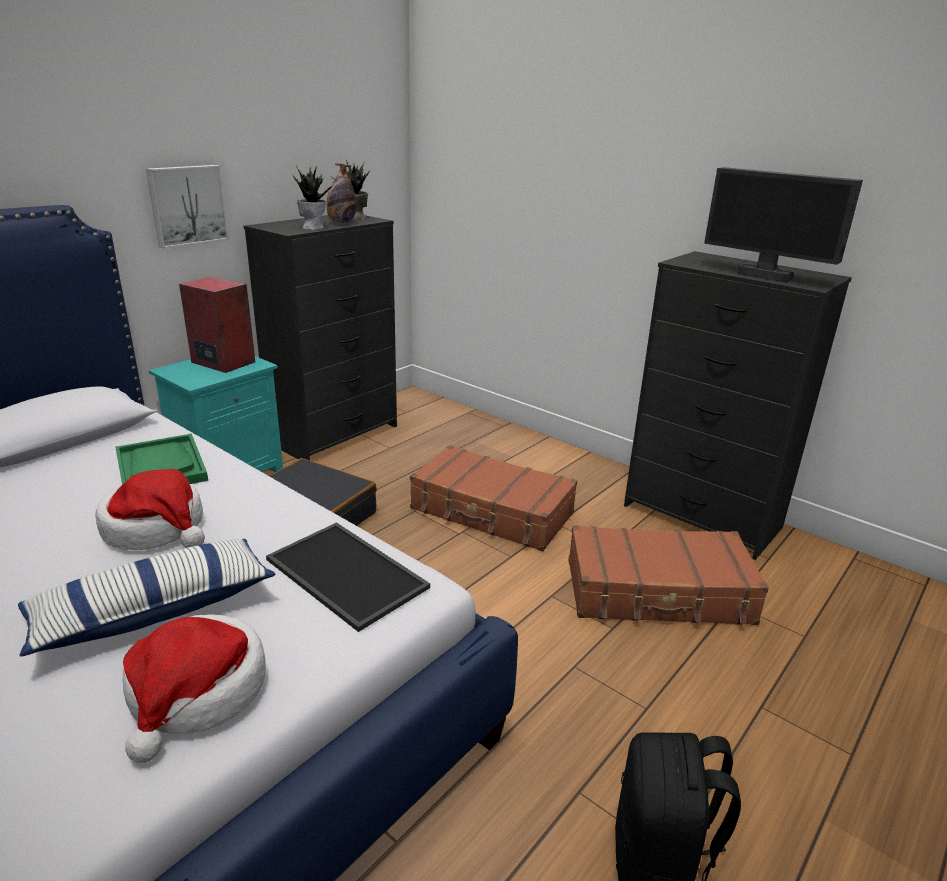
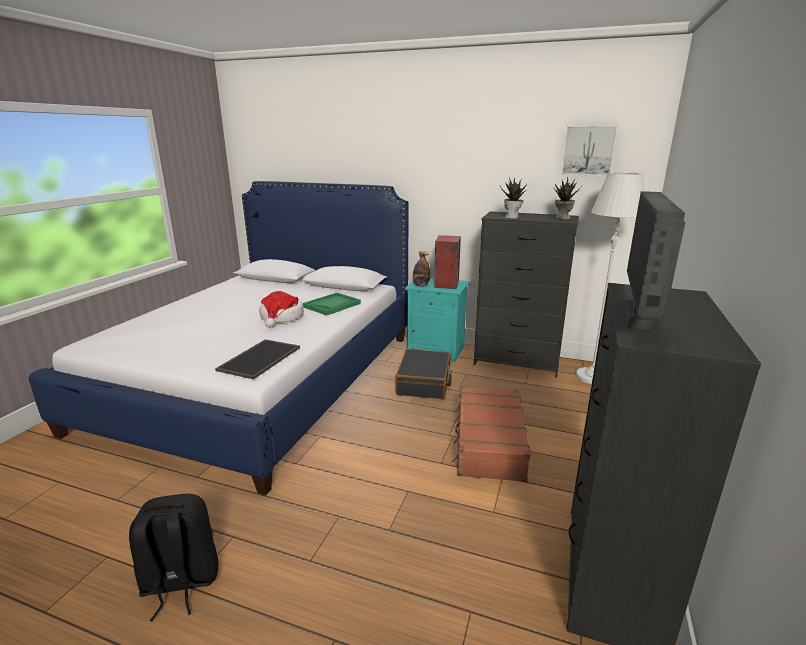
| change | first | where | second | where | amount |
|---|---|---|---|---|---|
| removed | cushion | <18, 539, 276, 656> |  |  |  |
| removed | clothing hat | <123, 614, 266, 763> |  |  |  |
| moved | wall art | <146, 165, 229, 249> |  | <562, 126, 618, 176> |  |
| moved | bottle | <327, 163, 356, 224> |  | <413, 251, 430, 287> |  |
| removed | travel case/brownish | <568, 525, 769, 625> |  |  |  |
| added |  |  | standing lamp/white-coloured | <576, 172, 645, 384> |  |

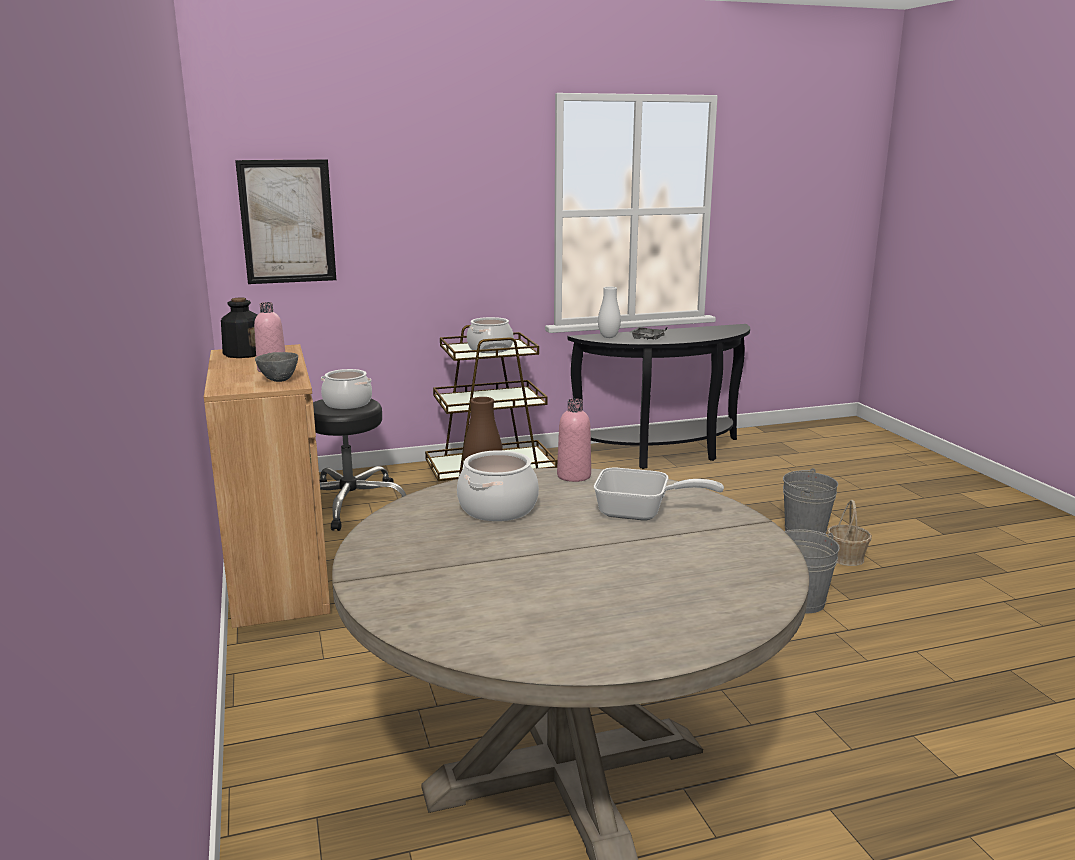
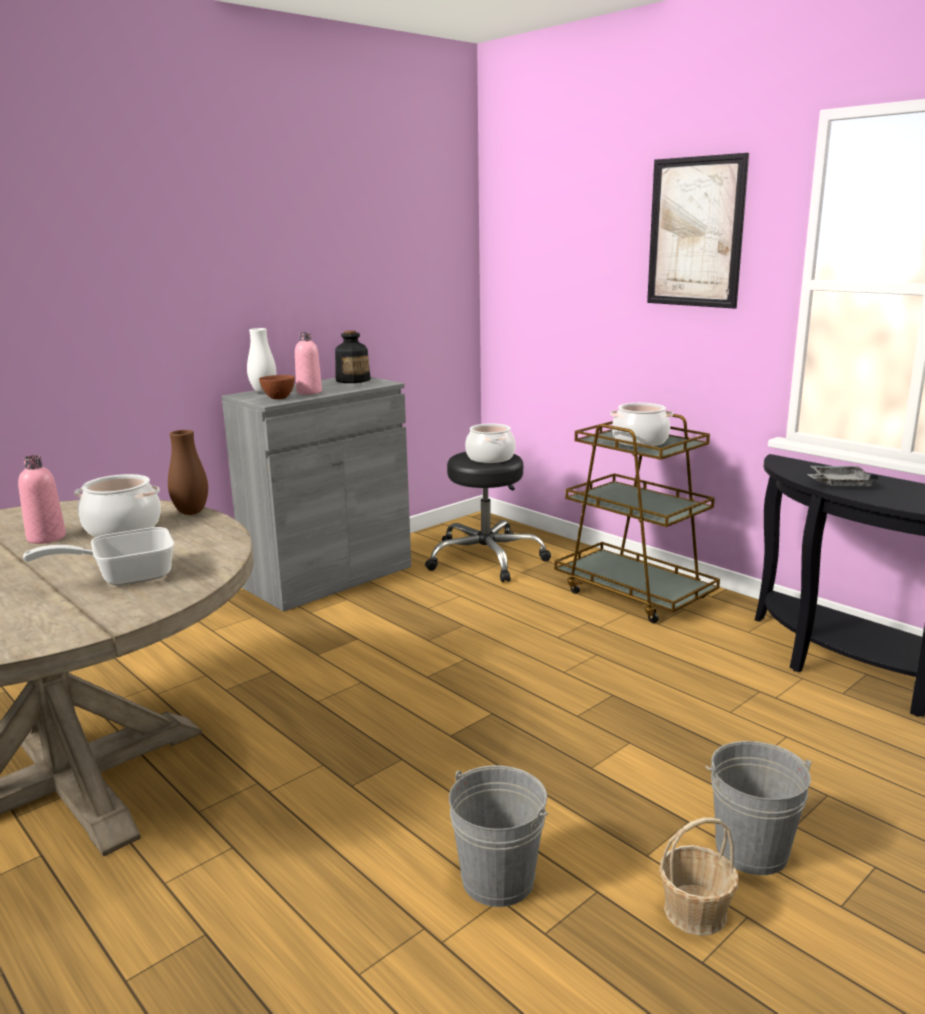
| change | first | where | second | where | amount |
|---|---|---|---|---|---|
| recoloured | cupboard/brownish | <204, 344, 331, 628> | cupboard/grey | <222, 377, 411, 612> |  |
| moved | wall art | <235, 159, 336, 284> |  | <647, 153, 749, 309> |  |
| recoloured | bowl/grey | <255, 352, 298, 382> | bowl/brownish | <259, 375, 295, 399> |  |
| moved | bottle/pink-coloured | <557, 398, 591, 482> |  | <18, 455, 66, 544> |  |
| turned | skillet | <594, 468, 724, 521> |  | <23, 527, 174, 586> | 75 degrees clockwise |
| moved | decorative vase/white-coloured | <598, 287, 621, 338> |  | <247, 328, 276, 393> |  |

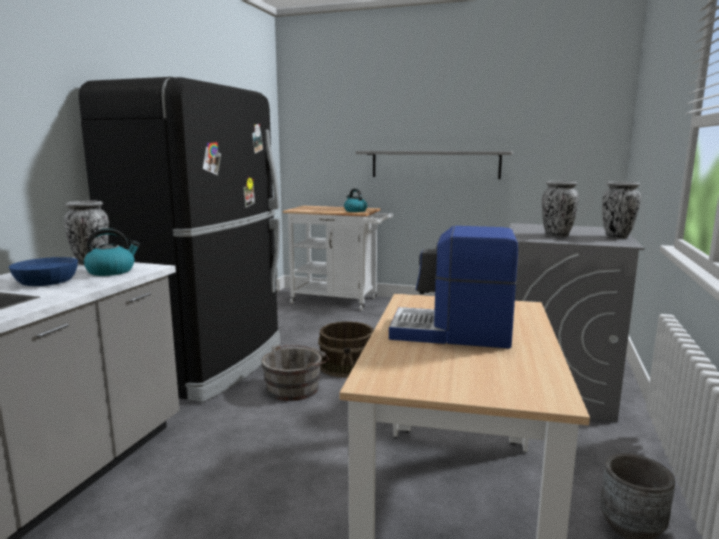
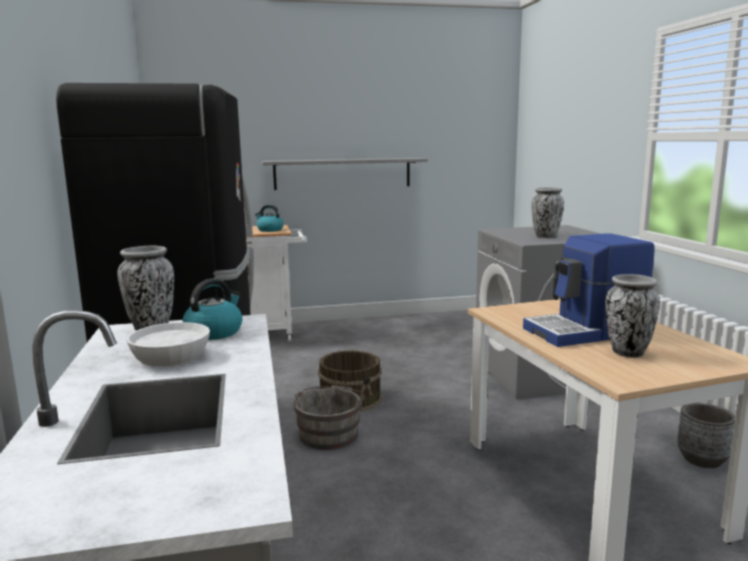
| change | first | where | second | where | amount |
|---|---|---|---|---|---|
| recoloured | bowl/blue-coloured | <9, 257, 78, 286> | bowl/white-coloured | <126, 322, 210, 367> |  |
| moved | decorative vase | <602, 181, 641, 239> |  | <606, 274, 660, 358> |  |

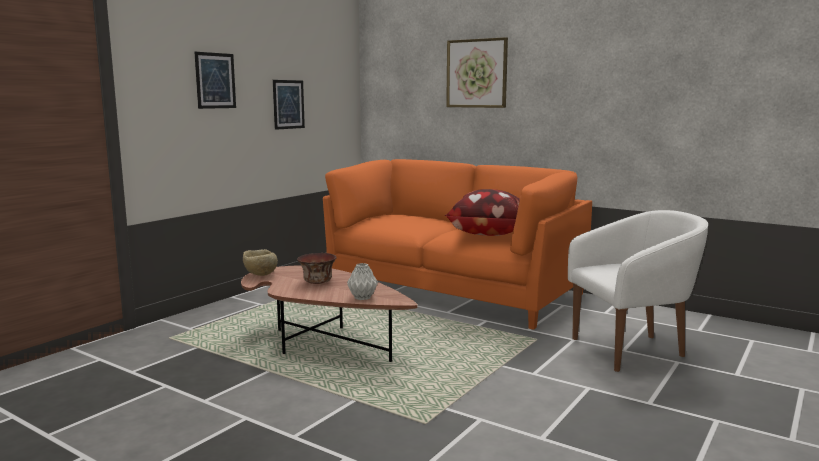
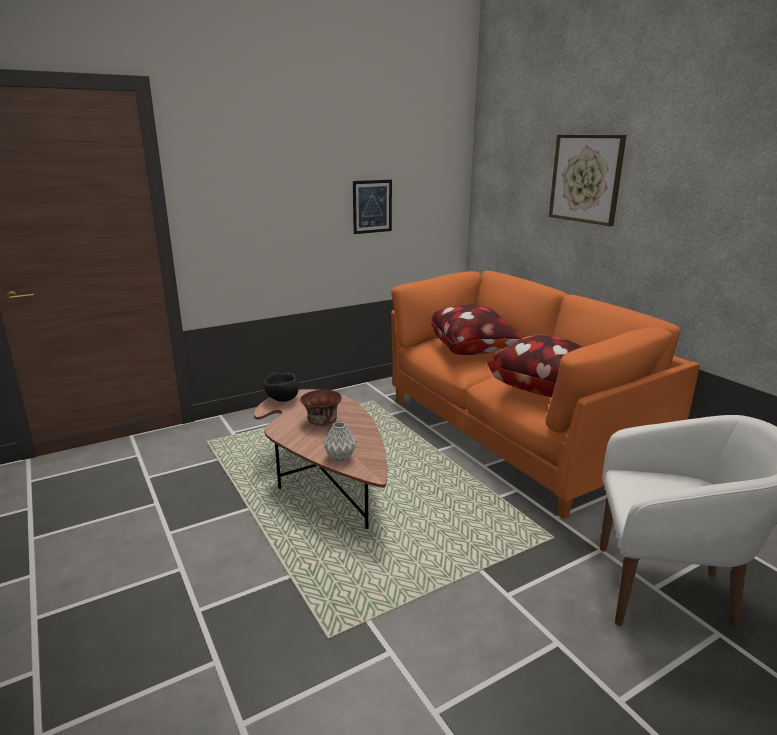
| change | first | where | second | where | amount |
|---|---|---|---|---|---|
| removed | wall art | <194, 52, 236, 109> |  |  |  |
| recoloured | bowl/beige | <243, 249, 278, 276> | bowl/blackish | <264, 372, 299, 402> |  |
| added |  |  | cushion | <431, 305, 522, 355> |  |

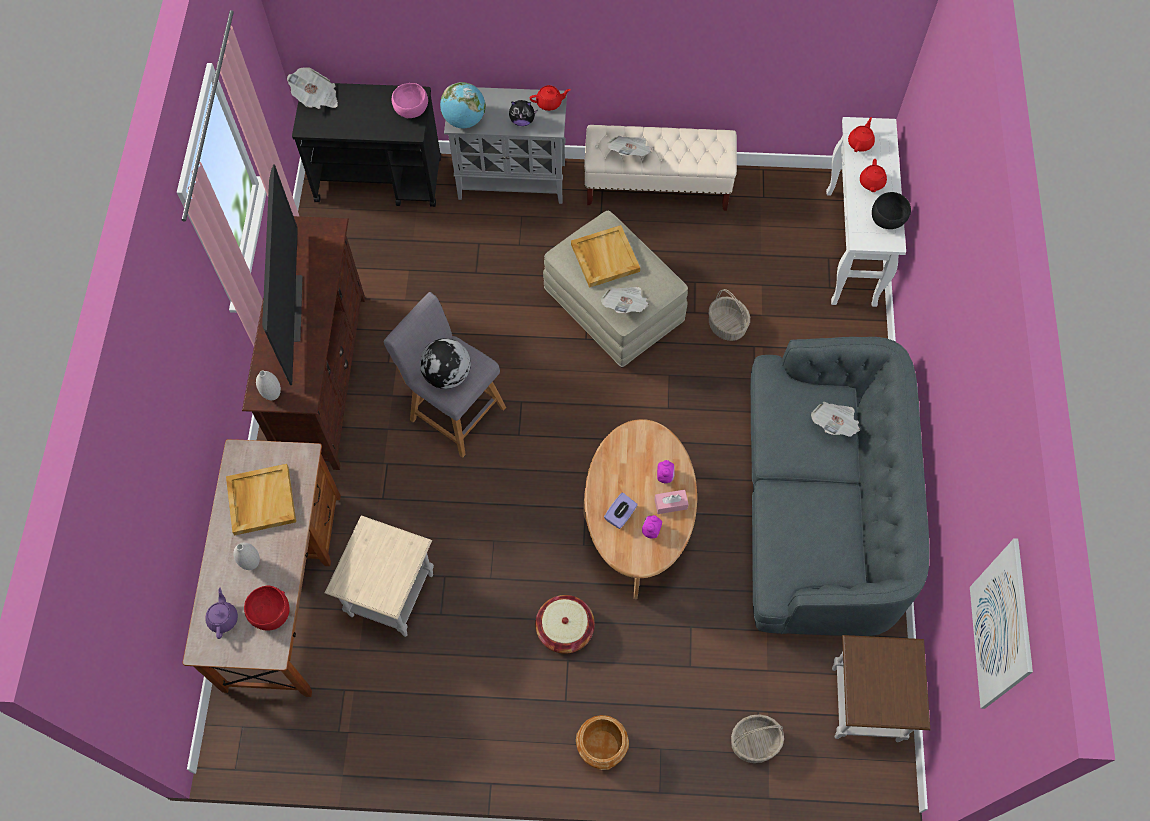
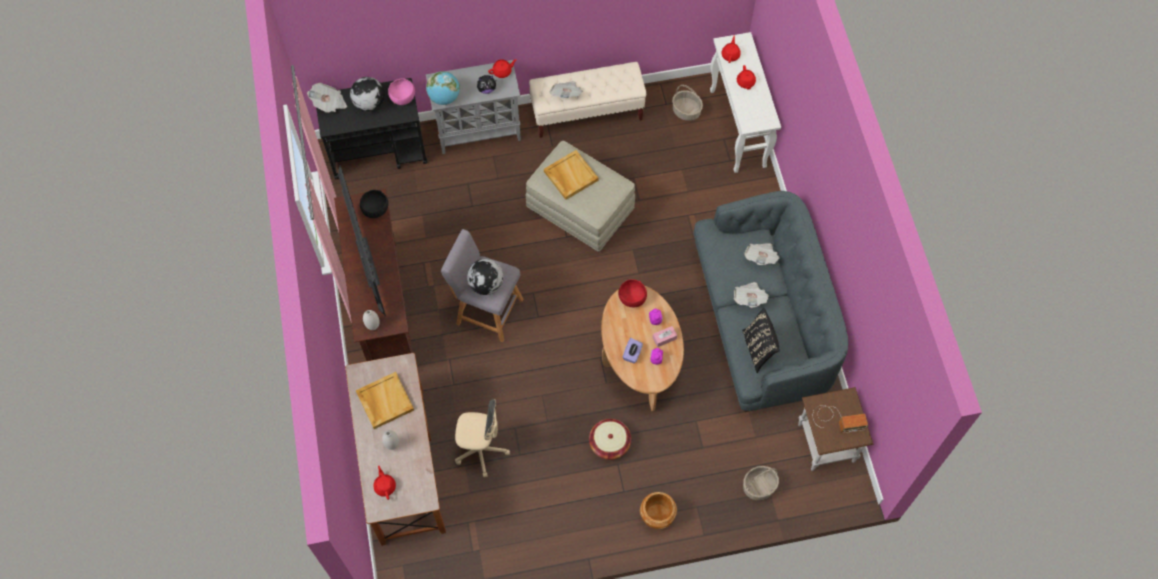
| change | first | where | second | where | amount |
|---|---|---|---|---|---|
| recoloured | tea pot/purple-coloured | <205, 588, 238, 639> | tea pot/red-coloured | <373, 465, 396, 500> |  |
| moved | bowl/red-coloured | <244, 585, 290, 631> |  | <618, 279, 647, 307> |  |
| replaced | end table/beige | <325, 515, 434, 637> | desk chair/beige | <455, 399, 510, 477> |  |
| moved | printed paper | <601, 287, 649, 313> |  | <734, 282, 769, 308> |  |
| moved | household basket | <709, 289, 750, 341> |  | <672, 85, 703, 121> |  |
| moved | bowl/blackish | <872, 192, 911, 229> |  | <360, 190, 389, 218> |  |
| removed | wall art | <970, 538, 1033, 709> |  |  |  |
| added |  |  | world globe | <350, 77, 385, 111> |  |
| added |  |  | cushion/blackish | <742, 308, 780, 373> |  |
| added |  |  | radio set | <813, 405, 868, 433> |  |

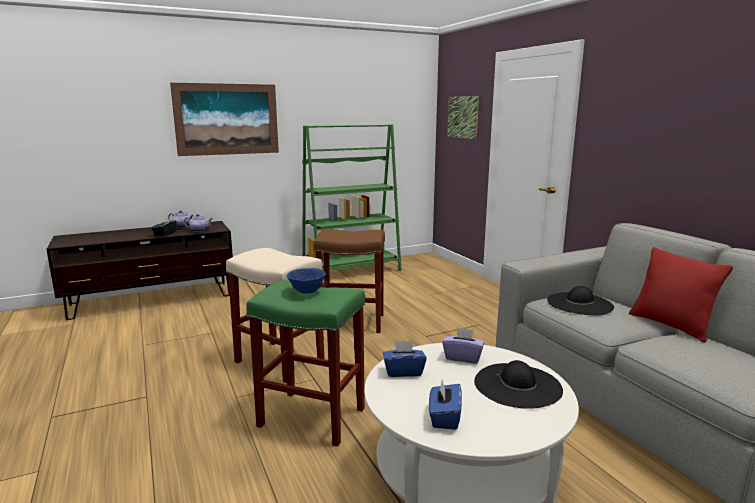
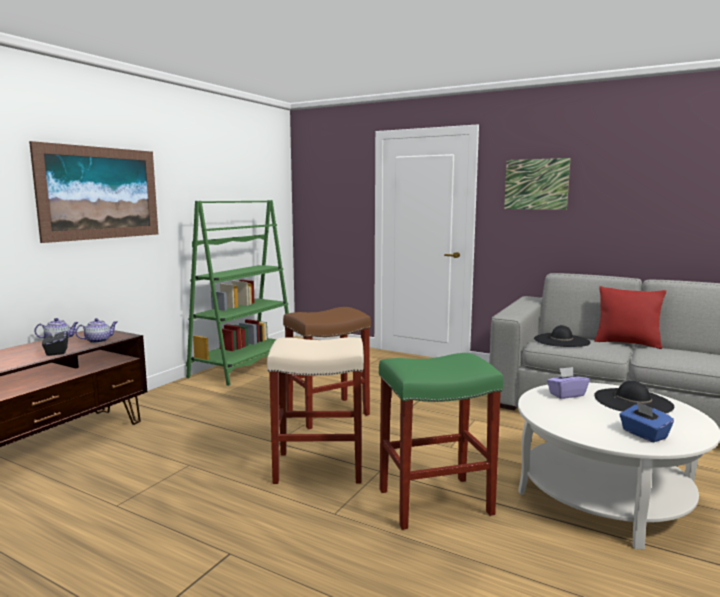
| change | first | where | second | where | amount |
|---|---|---|---|---|---|
| removed | bowl/blue-coloured | <287, 268, 326, 294> |  |  |  |
| removed | tissue holder/blue-coloured | <383, 341, 427, 377> |  |  |  |
| moved | wall art | <447, 96, 479, 139> |  | <504, 158, 571, 210> |  |

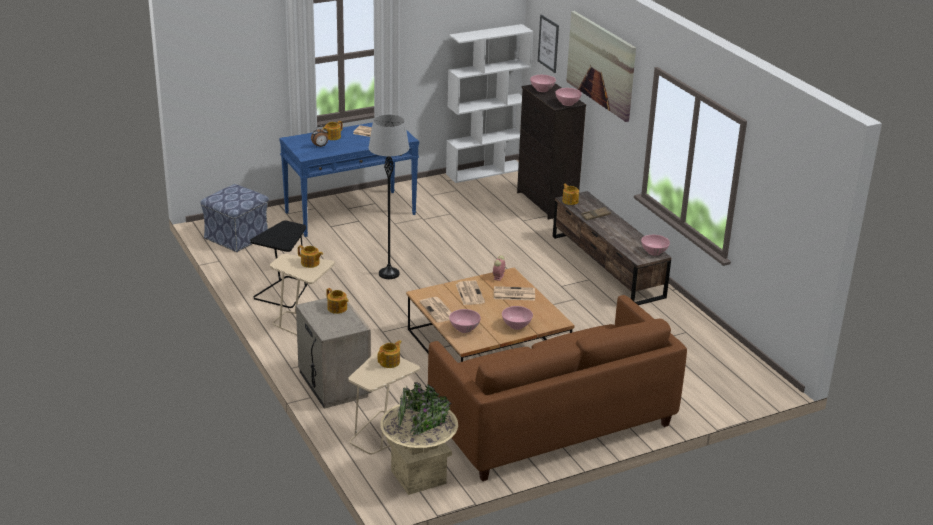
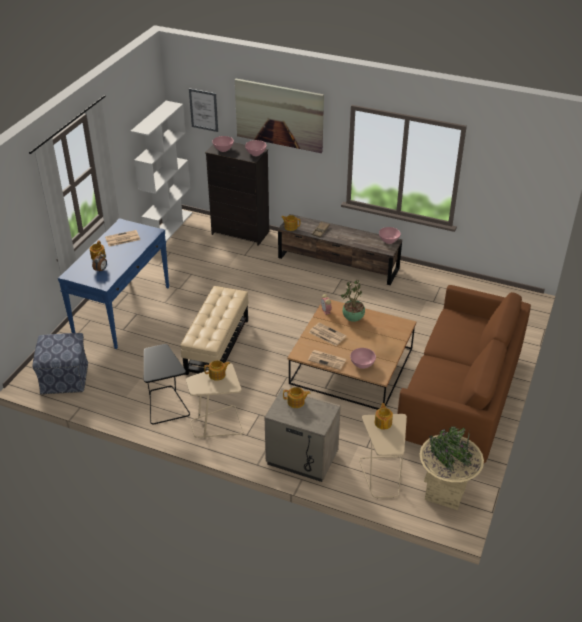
| change | first | where | second | where | amount |
|---|---|---|---|---|---|
| replaced | standing lamp/grey | <369, 114, 409, 279> | footrest/beige | <180, 286, 248, 375> |  |
| replaced | printed paper | <494, 286, 535, 301> | potted plant | <341, 280, 365, 322> |  |
| removed | bowl/pink-coloured | <502, 306, 533, 330> |  |  |  |

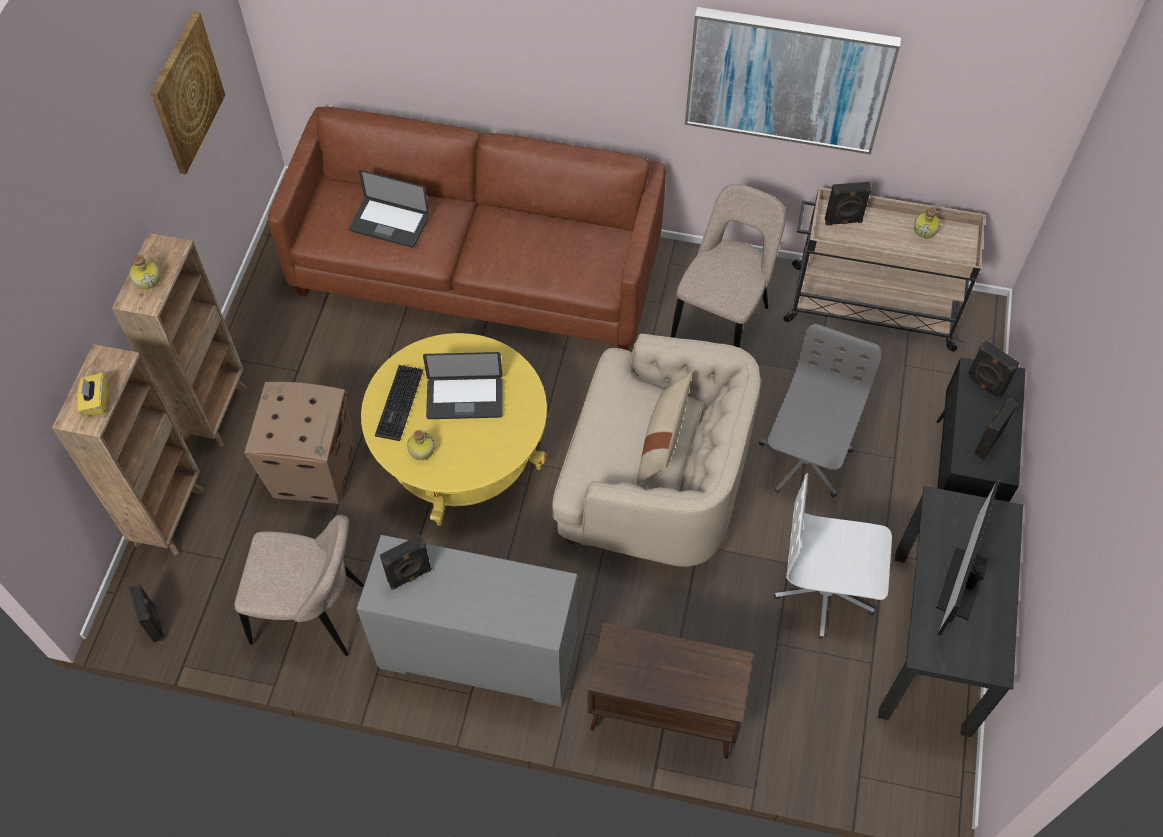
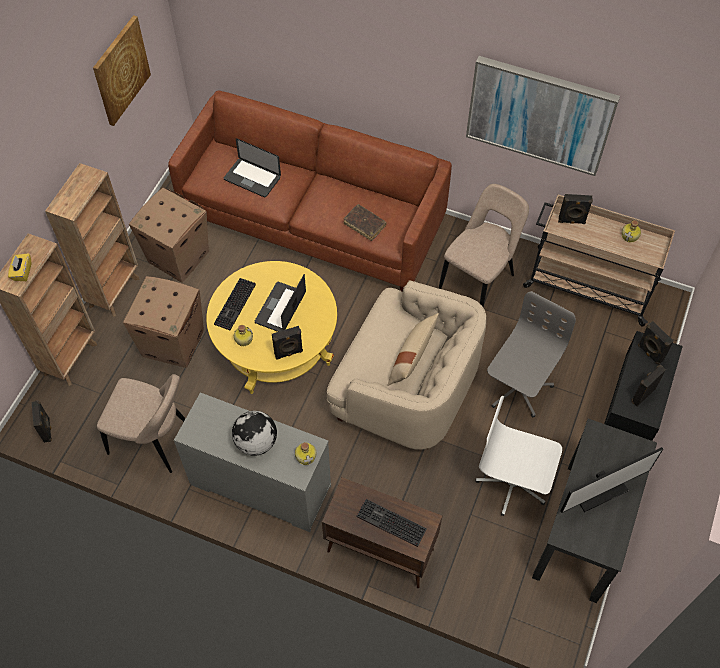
| change | first | where | second | where | amount |
|---|---|---|---|---|---|
| moved | bottle | <129, 255, 161, 290> |  | <295, 442, 316, 465> |  |
| moved | loudspeaker/blackish | <380, 535, 432, 590> |  | <272, 326, 303, 359> |  |
| turned | portable computer | <423, 352, 503, 419> |  | <255, 274, 306, 332> | 105 degrees clockwise |
| turned | computer screen | <936, 480, 1000, 636> |  | <561, 447, 663, 513> | 150 degrees counterclockwise |
| added |  |  | packing box | <129, 188, 209, 283> |  |
| added |  |  | world globe | <232, 411, 277, 456> |  |
| added |  |  | volume/brownish | <344, 204, 387, 241> |  |
| added |  |  | computer keyboard | <356, 499, 427, 547> |  |

